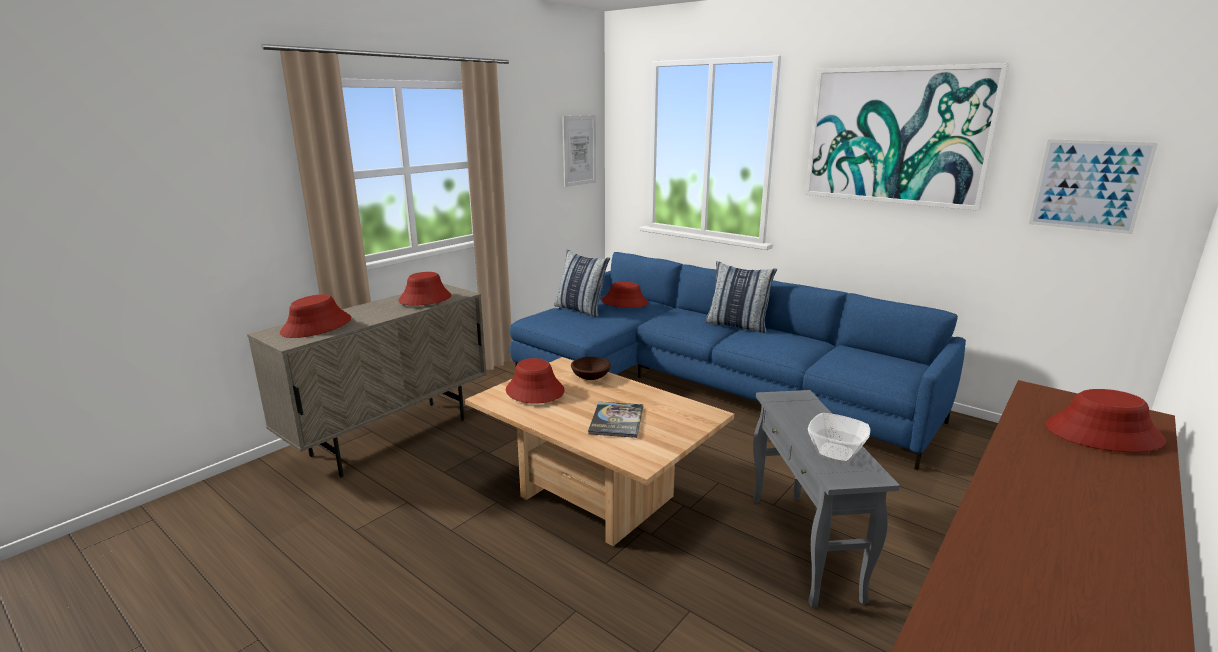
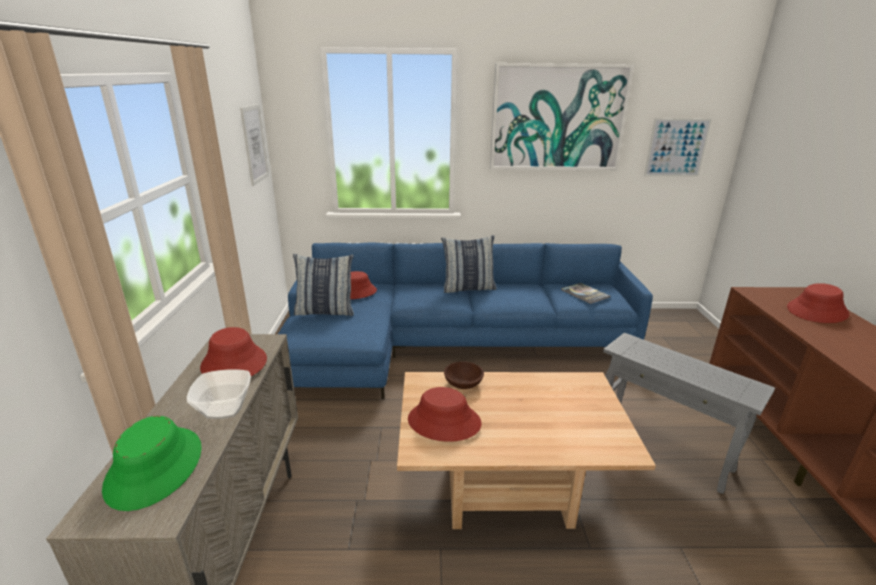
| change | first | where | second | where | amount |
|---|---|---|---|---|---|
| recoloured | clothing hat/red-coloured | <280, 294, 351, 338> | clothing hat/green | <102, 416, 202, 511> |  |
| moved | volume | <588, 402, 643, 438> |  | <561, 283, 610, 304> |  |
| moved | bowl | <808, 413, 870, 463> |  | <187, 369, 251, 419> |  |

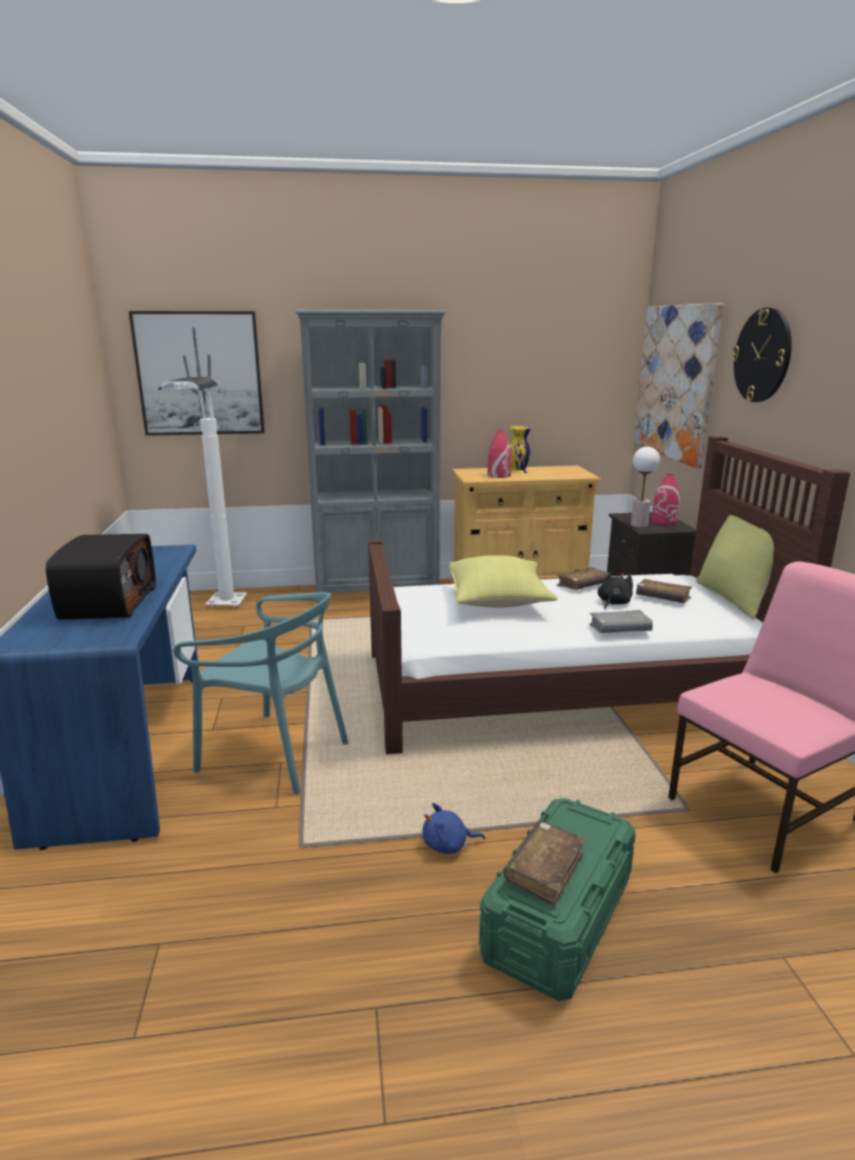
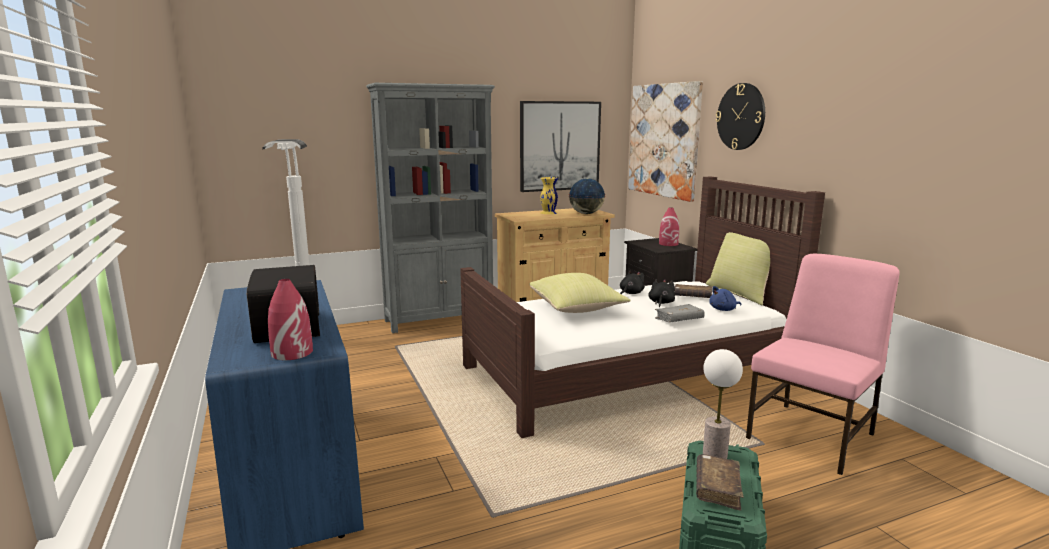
| change | first | where | second | where | amount |
|---|---|---|---|---|---|
| moved | wall art | <129, 311, 265, 436> |  | <520, 101, 601, 192> |  |
| removed | chair/blue-green | <173, 592, 348, 794> |  |  |  |
| moved | cuddly toy/blue-coloured | <422, 803, 485, 854> |  | <709, 286, 742, 311> |  |
| moved | decorative vase/red-coloured | <488, 430, 511, 478> |  | <268, 279, 313, 360> |  |
| replaced | volume/brownish | <557, 567, 609, 590> | cuddly toy/blackish | <620, 270, 645, 294> |  |
| moved | lamp for a table | <631, 447, 660, 528> |  | <703, 349, 743, 459> |  |
| added |  |  | world globe | <569, 179, 605, 214> |  |

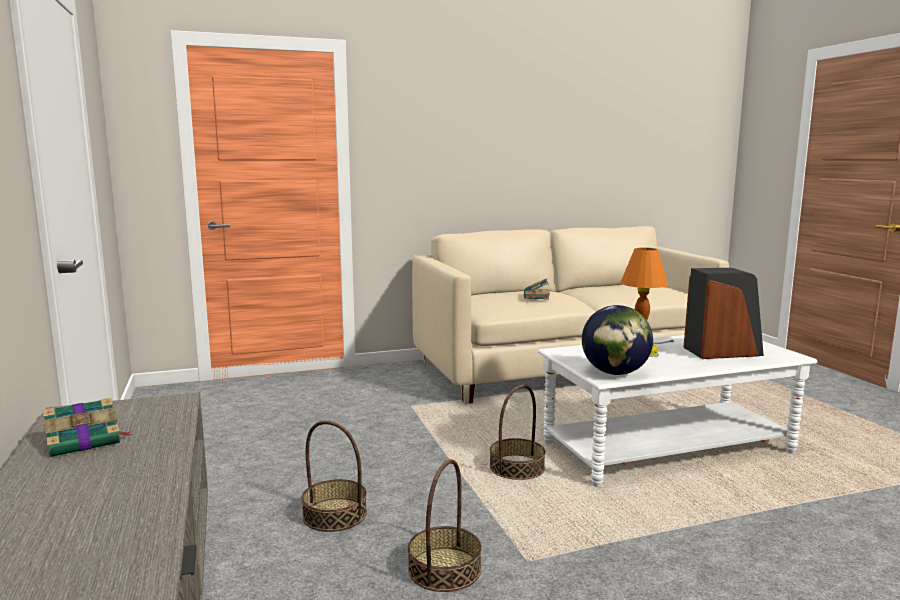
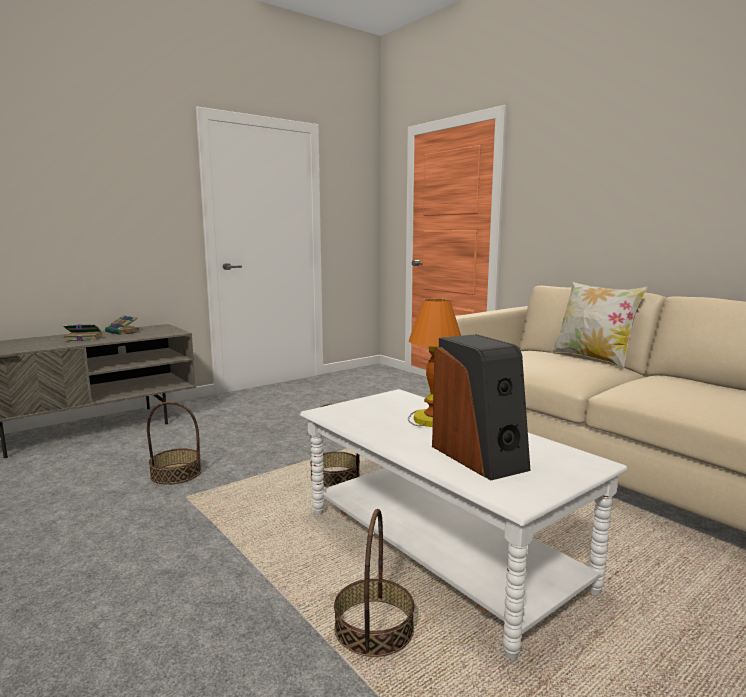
| change | first | where | second | where | amount |
|---|---|---|---|---|---|
| moved | household basket | <301, 421, 367, 532> |  | <334, 509, 415, 657> |  |
| moved | volume | <524, 278, 550, 300> |  | <63, 324, 102, 342> |  |
| removed | world globe | <582, 305, 653, 375> |  |  |  |
| added |  |  | cushion | <551, 281, 648, 369> |  |

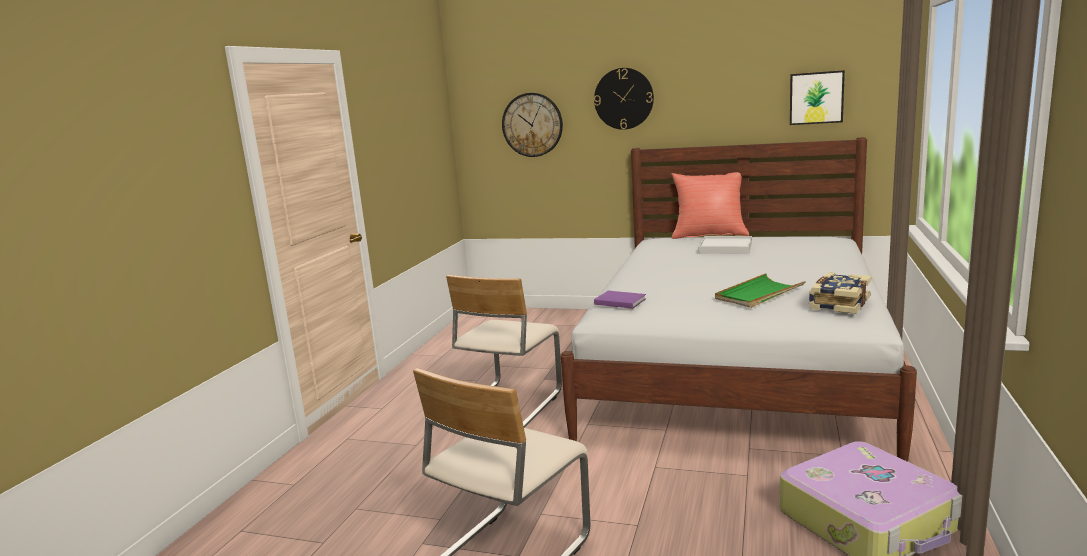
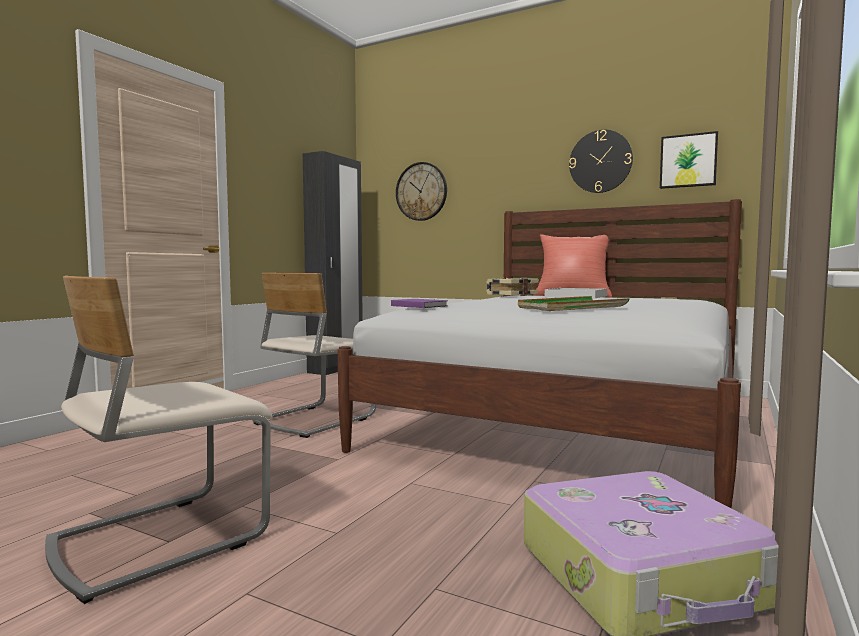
| change | first | where | second | where | amount |
|---|---|---|---|---|---|
| moved | wall clock | <594, 68, 654, 130> |  | <569, 130, 633, 193> |  |
| moved | volume | <809, 272, 871, 314> |  | <486, 278, 538, 296> |  |
| added |  |  | wardrobe/blackish | <303, 151, 363, 375> |  |

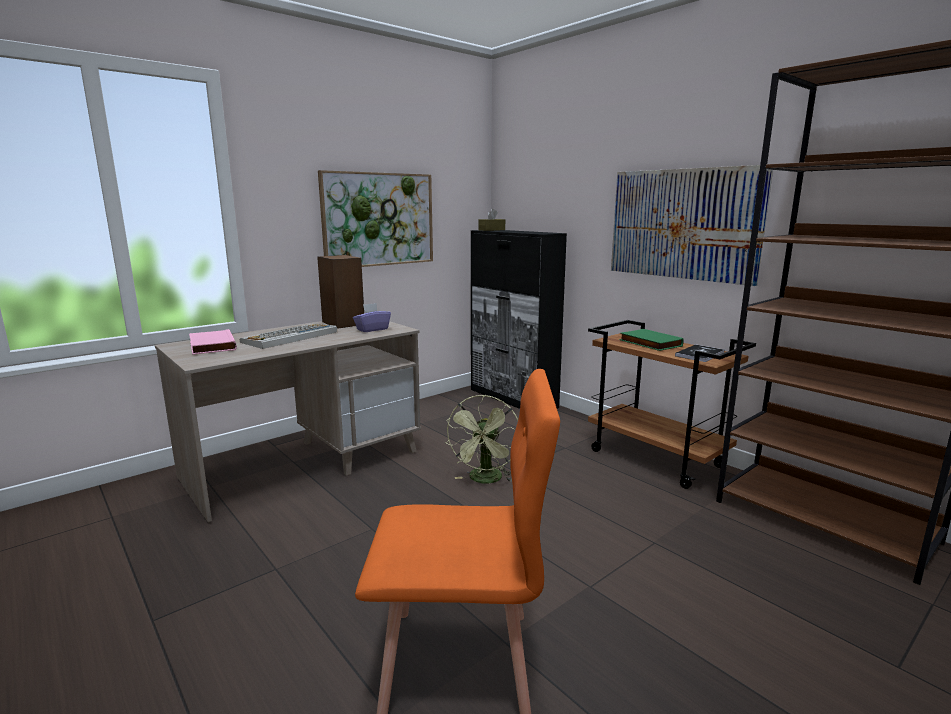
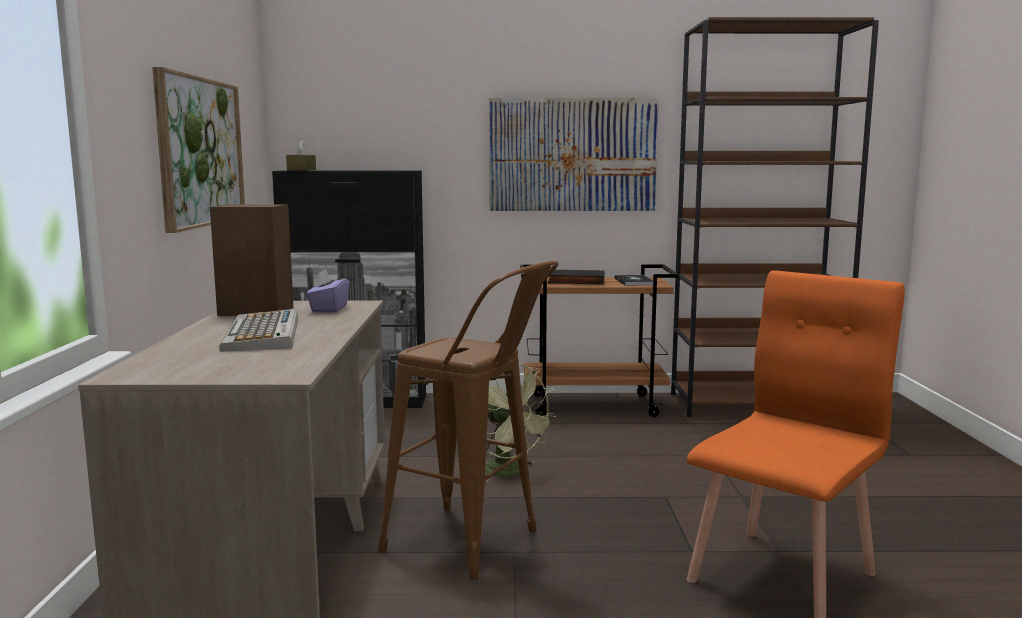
| change | first | where | second | where | amount |
|---|---|---|---|---|---|
| removed | volume/pink-coloured | <189, 329, 237, 355> |  |  |  |
| recoloured | volume/green | <619, 329, 684, 351> | volume/blackish | <547, 270, 604, 284> |  |
| added |  |  | sitting stool/brownish | <378, 261, 558, 580> |  |

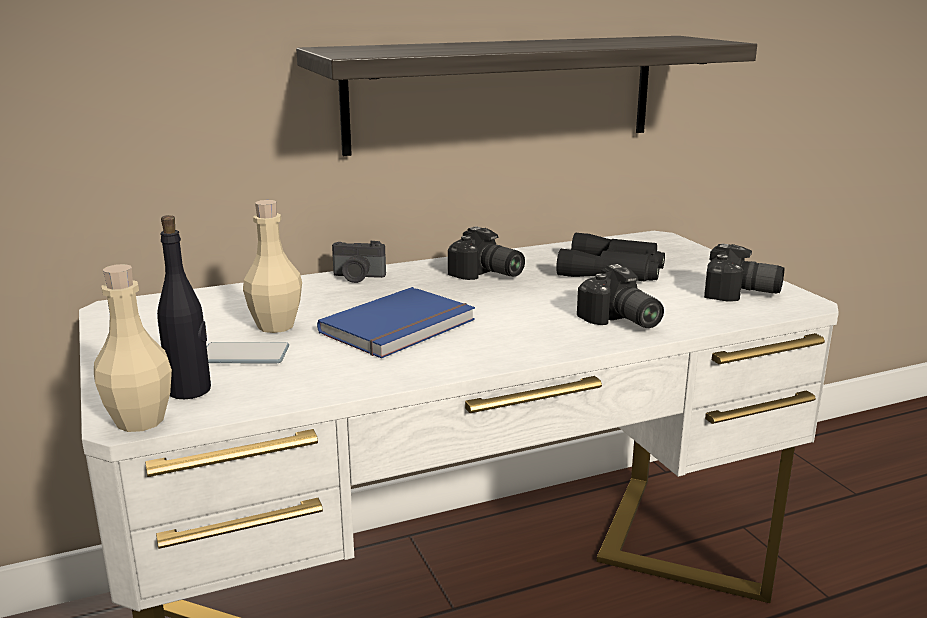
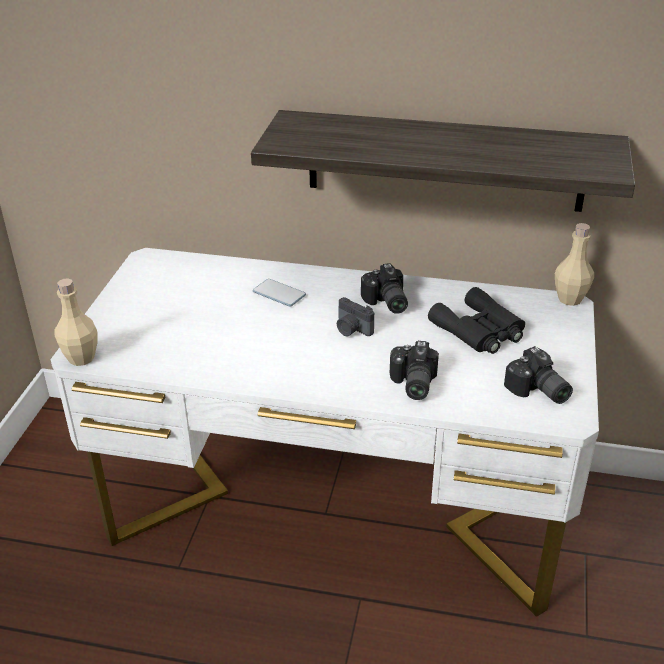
| change | first | where | second | where | amount |
|---|---|---|---|---|---|
| removed | bottle/blackish | <157, 215, 211, 399> |  |  |  |
| moved | phone | <207, 342, 289, 363> |  | <253, 279, 306, 306> |  |
| moved | bottle/beige | <243, 200, 302, 333> |  | <555, 223, 594, 306> |  |
| removed | volume/blue-coloured | <317, 287, 475, 358> |  |  |  |
| moved | photo camera | <332, 241, 386, 283> |  | <337, 297, 374, 336> |  |

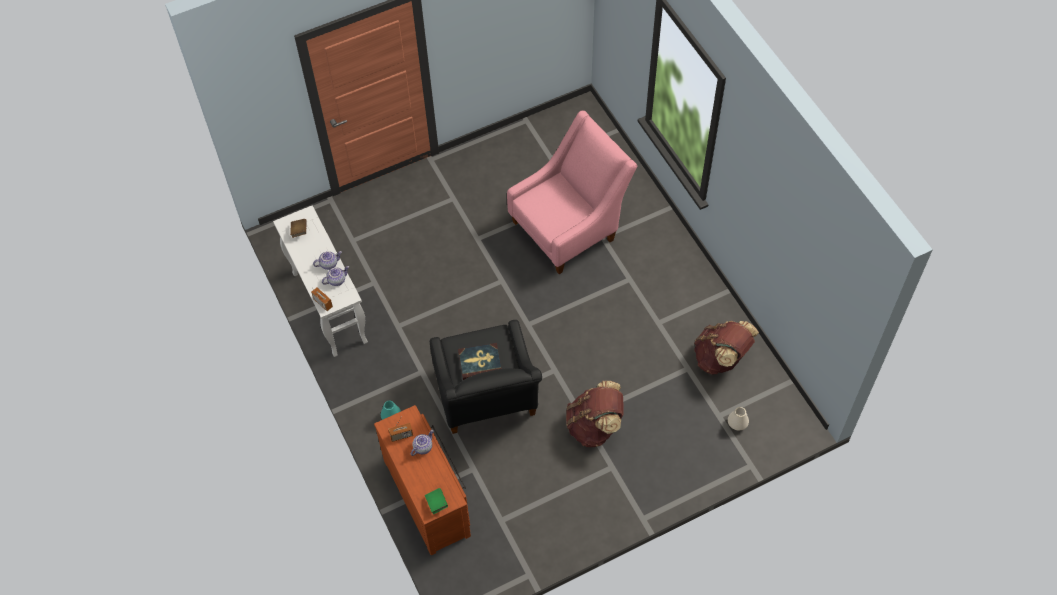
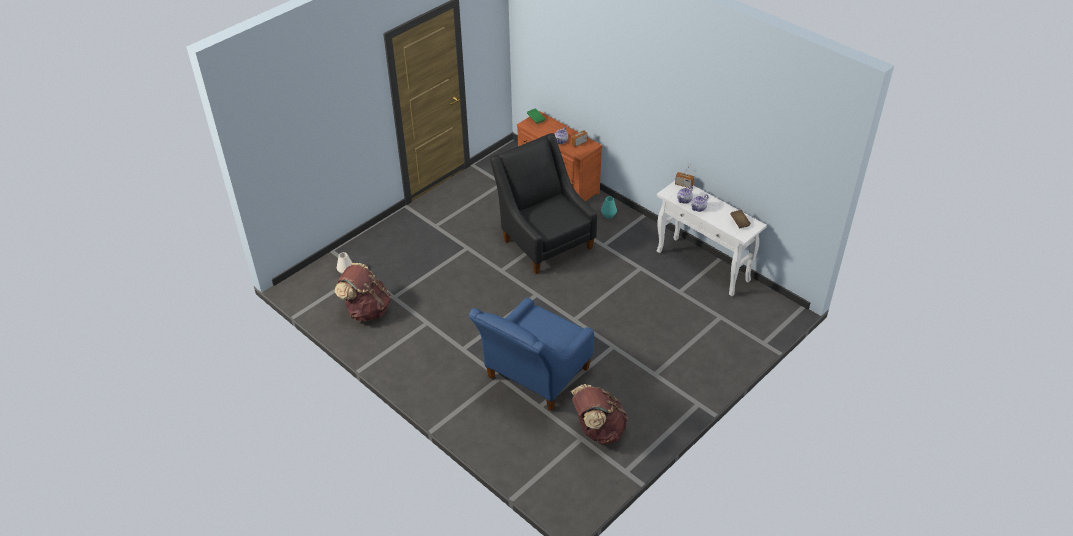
| change | first | where | second | where | amount |
|---|---|---|---|---|---|
| removed | volume | <458, 343, 502, 380> |  |  |  |
| recoloured | armchair/pink-coloured | <507, 111, 638, 274> | armchair/blue-coloured | <469, 298, 594, 411> |  |
| moved | rucksack/brownish | <566, 381, 623, 447> |  | <571, 384, 628, 445> |  |

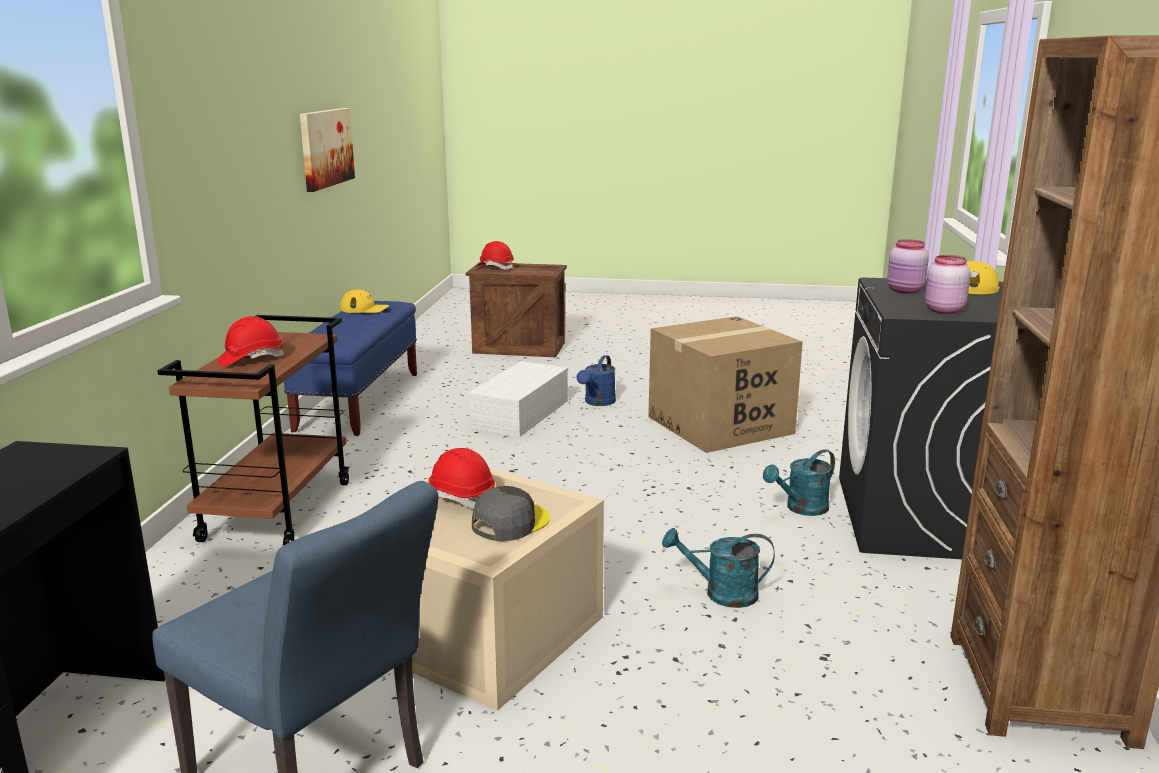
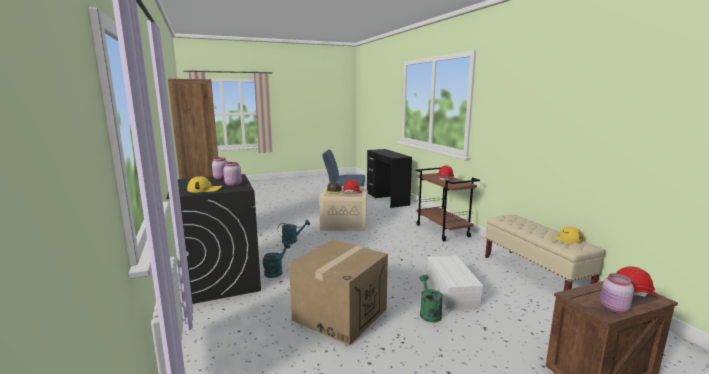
| change | first | where | second | where | amount |
|---|---|---|---|---|---|
| recoloured | indoor bench/blue-coloured | <284, 301, 417, 436> | indoor bench/beige | <485, 214, 606, 291> |  |
| removed | wall art | <300, 108, 355, 192> |  |  |  |
| recoloured | watering pot/blue-coloured | <577, 355, 616, 406> | watering pot/green | <420, 275, 443, 323> |  |
| added |  |  | preserve jar/pink-coloured | <600, 273, 634, 313> |  |

